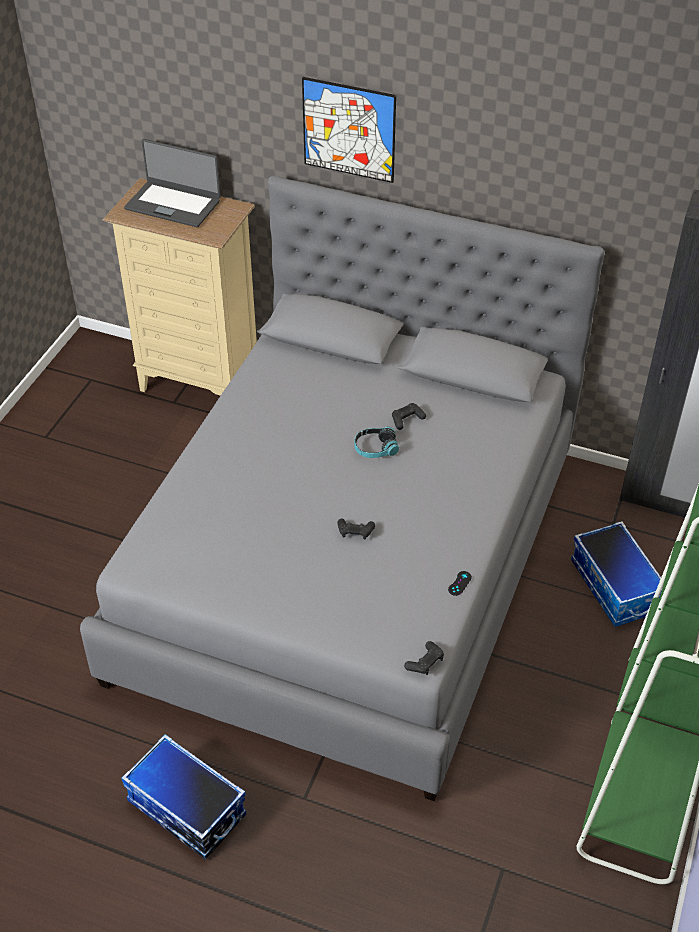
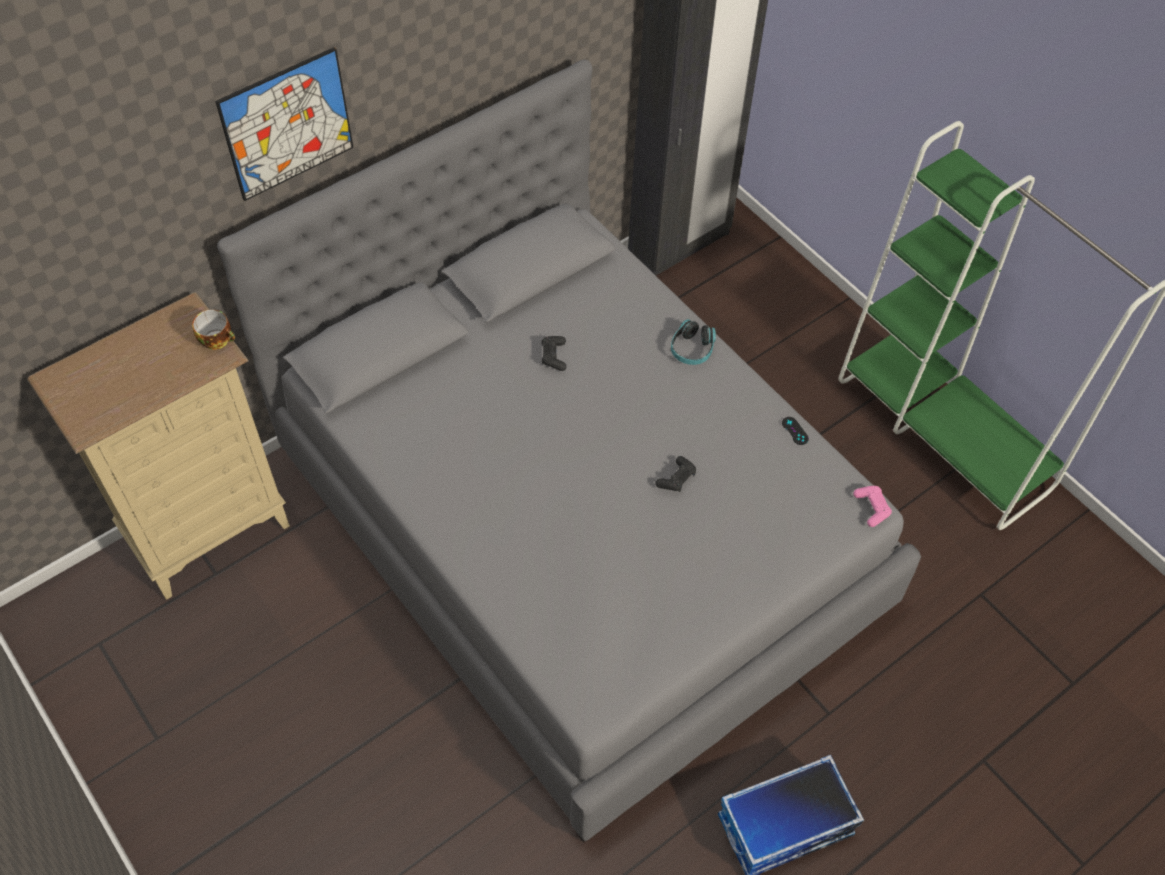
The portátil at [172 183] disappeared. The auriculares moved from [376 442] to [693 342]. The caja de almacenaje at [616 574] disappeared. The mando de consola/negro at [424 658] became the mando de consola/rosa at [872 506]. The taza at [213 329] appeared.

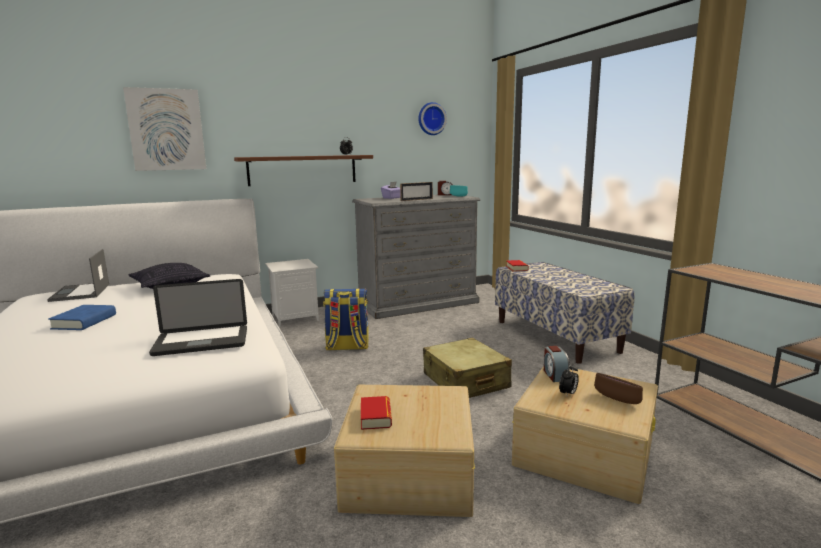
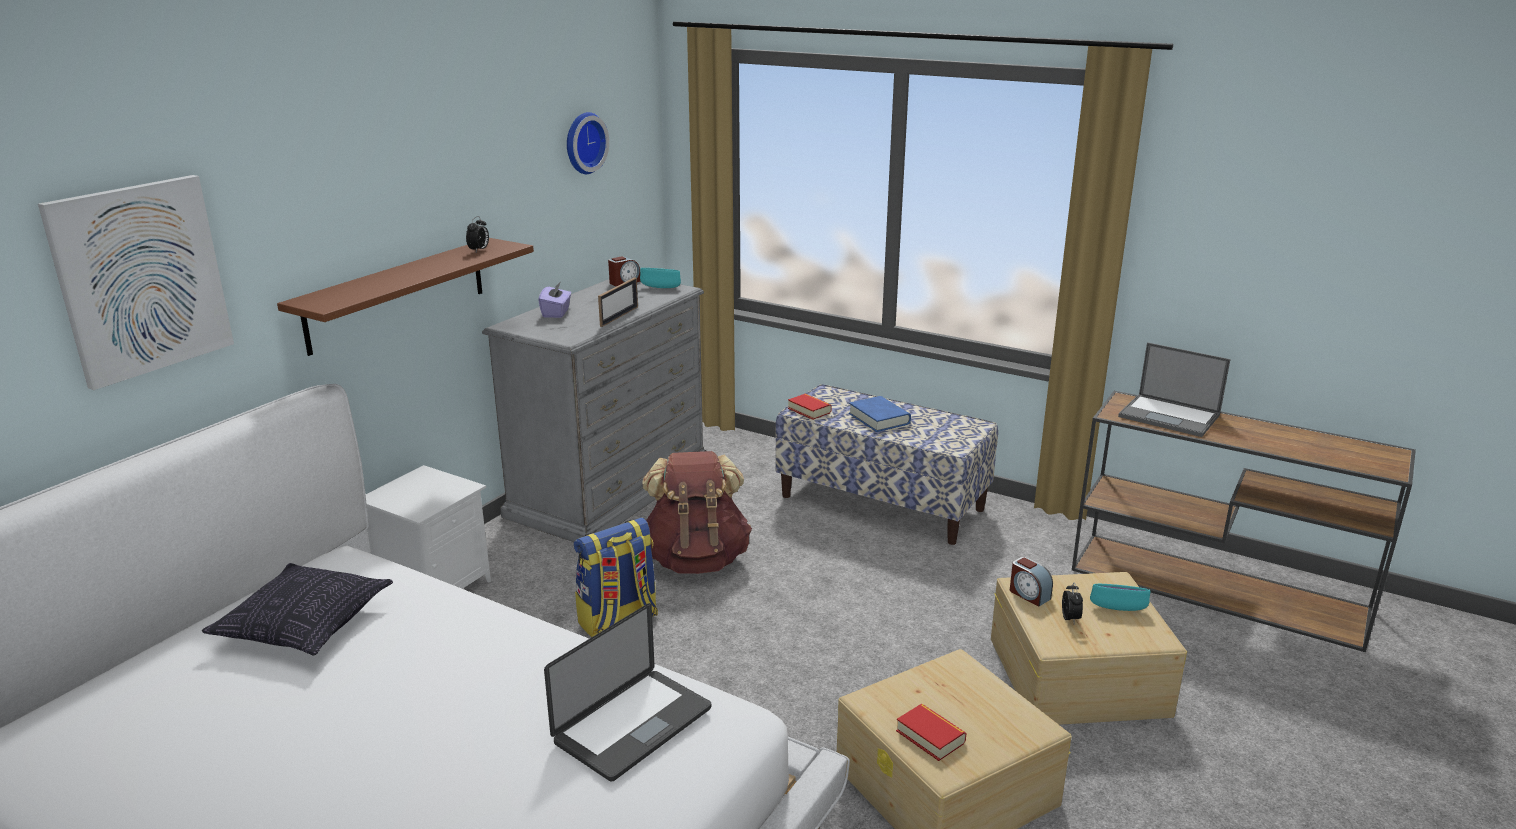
The portátil moved from [78 275] to [1174 389]. The libro/azul moved from [82 317] to [880 414]. The maleta/beis at [467 368] disappeared. The cuenco/marrón at [618 388] became the cuenco/turquesa at [1120 597]. The mochila/marrón at [697 512] appeared.

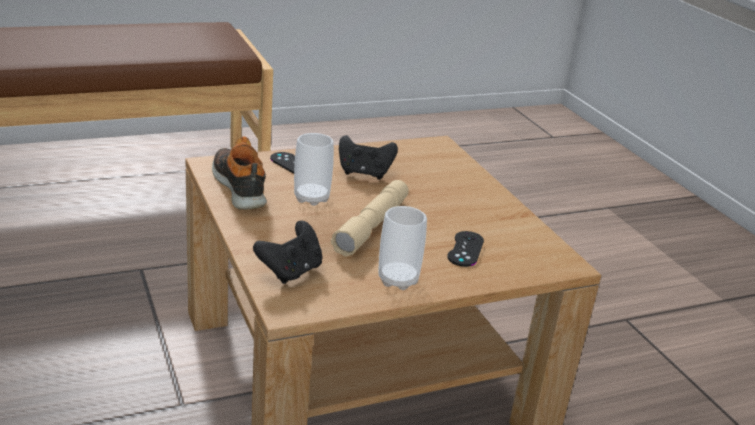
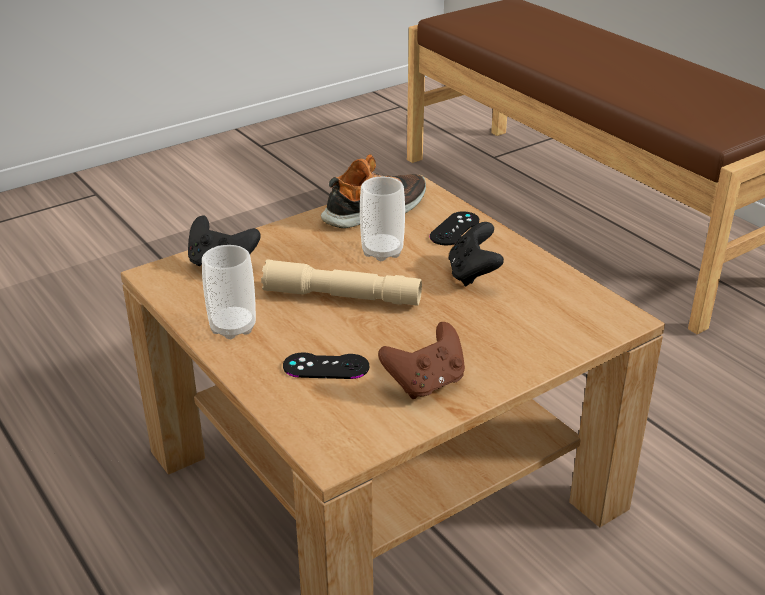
The mando de consola/marrón at [421 360] appeared.

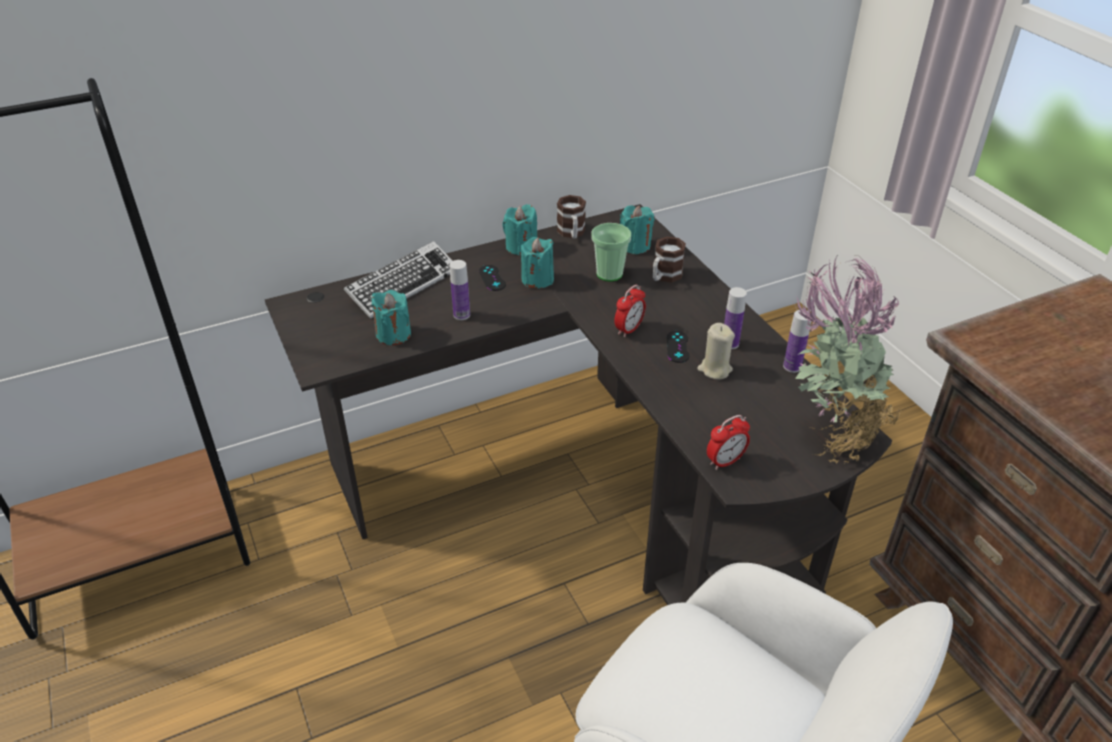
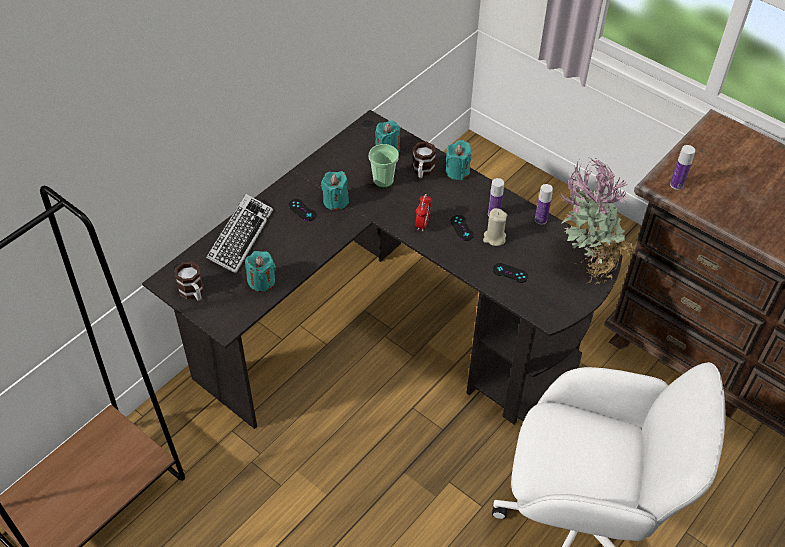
The taza grande moved from [571 217] to [189 281]. The vela/turquesa moved from [519 230] to [459 160]. The botella moved from [460 290] to [682 167]. The despertador at [728 442] disappeared. The mando de consola/negro at [510 273] appeared.

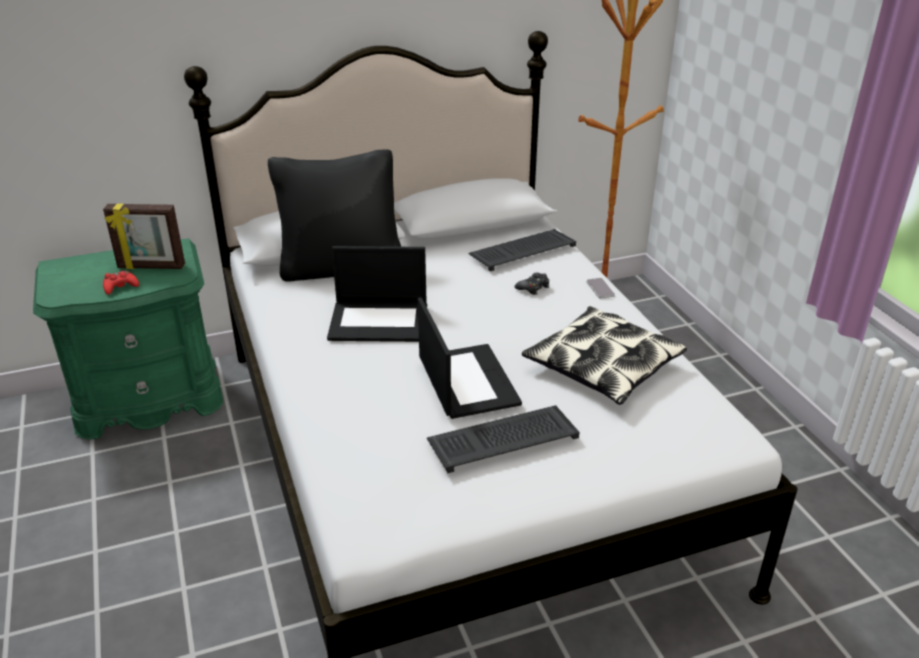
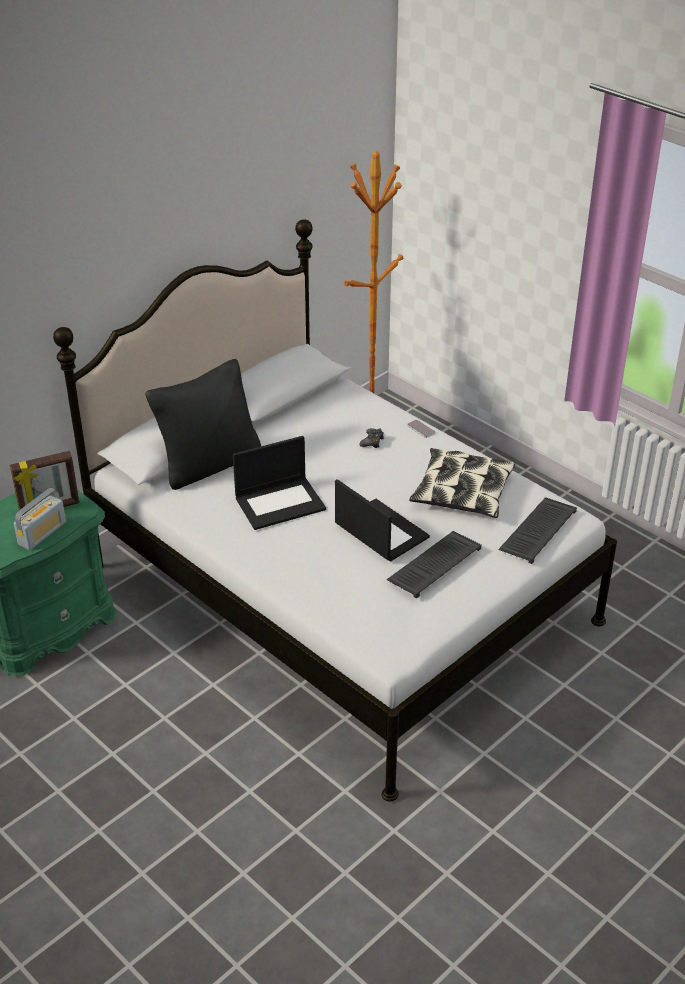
The teclado moved from [522 250] to [538 530]. The mando de consola/rojo at [121 282] was replaced by the radio at [40 519].

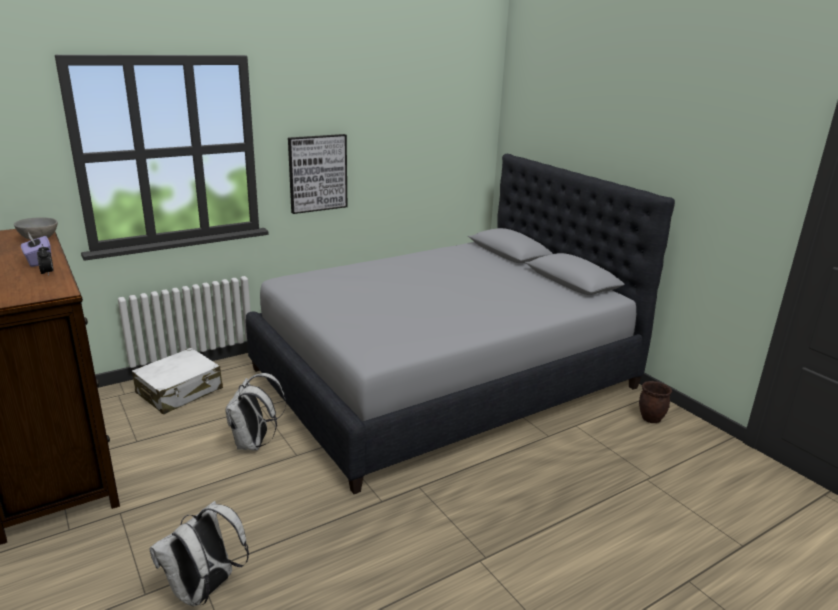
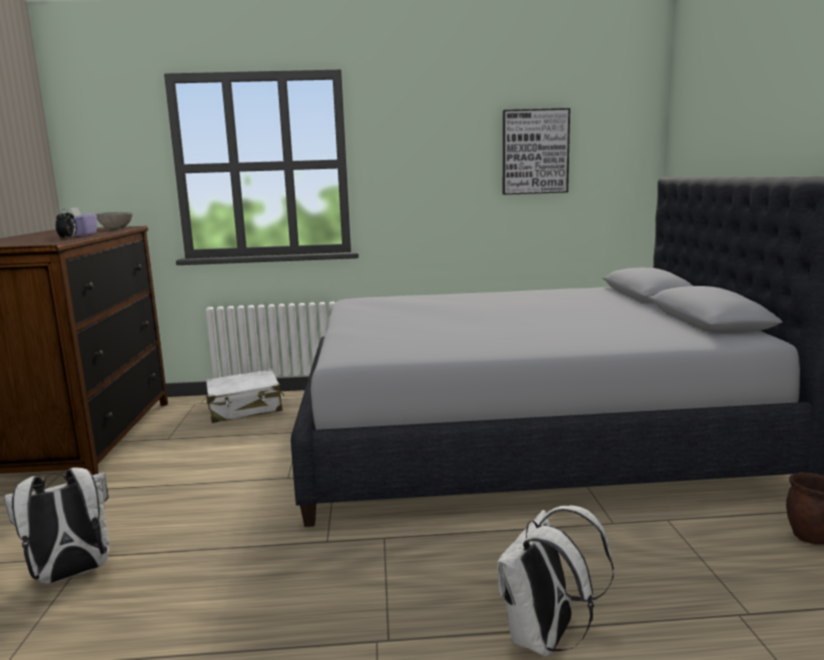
The cuadro moved from [317 174] to [536 151]. The mochila/blanco moved from [255 412] to [555 580].

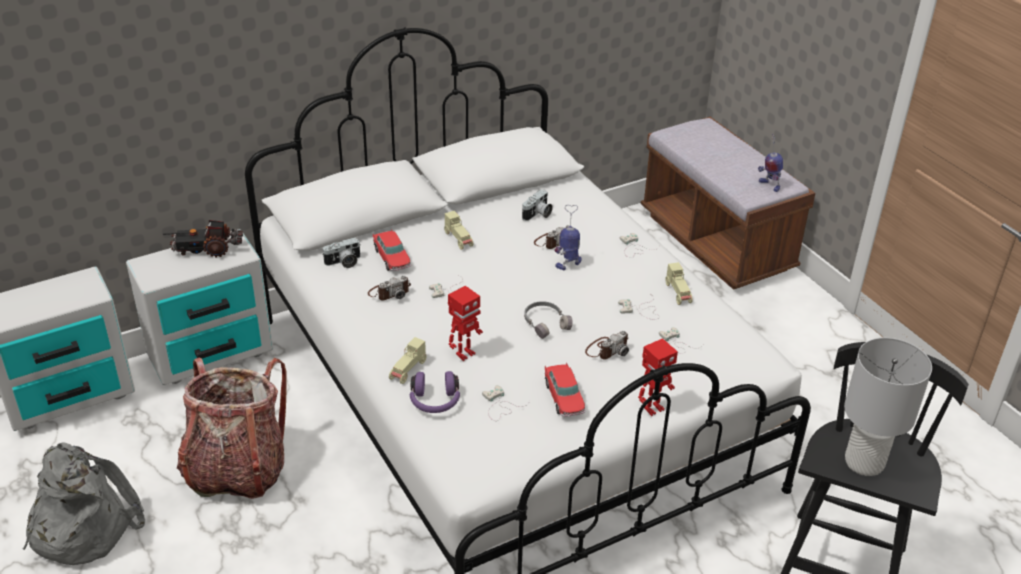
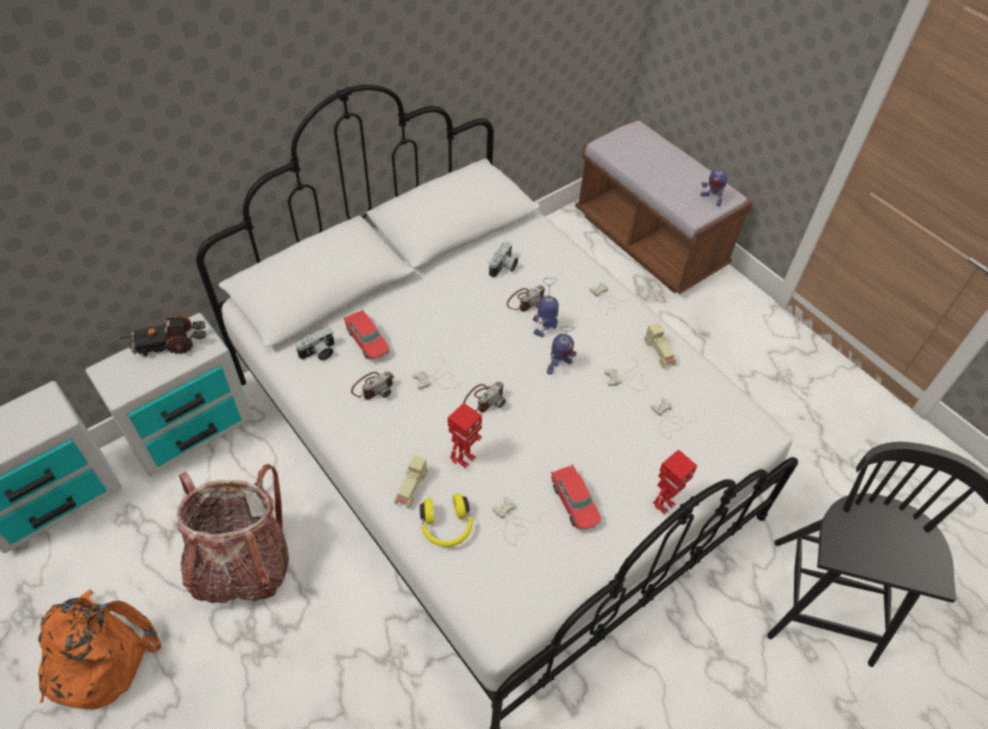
The coche de juguete/beis at [458 230] disappeared. The auriculares/gris at [548 320] disappeared. The cámara moved from [607 345] to [484 397]. The lámpara de mesa/gris at [888 407] disappeared. The auriculares/morado at [435 392] became the auriculares/amarillo at [446 520]. The mochila/gris at [84 504] became the mochila/naranja at [99 649]. The robot de juguete at [562 350] appeared.

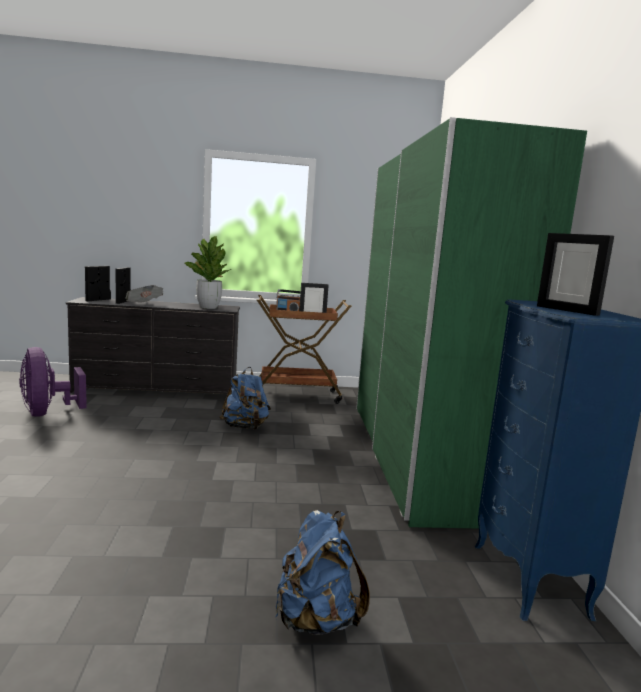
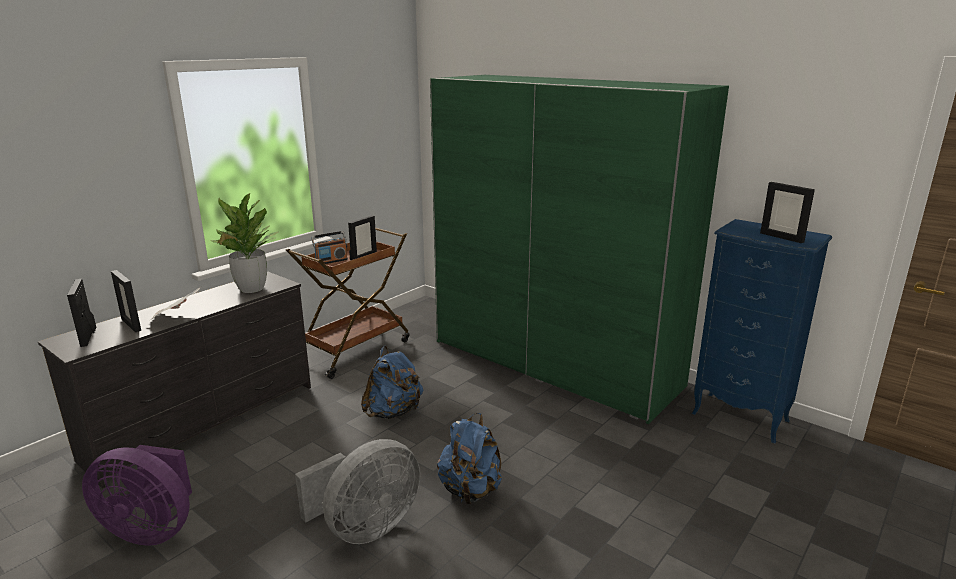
The portarretratos at [575 274] turned 45 degrees clockwise. The mochila/azul moved from [322 572] to [469 458]. The ventilador/gris at [357 491] appeared.

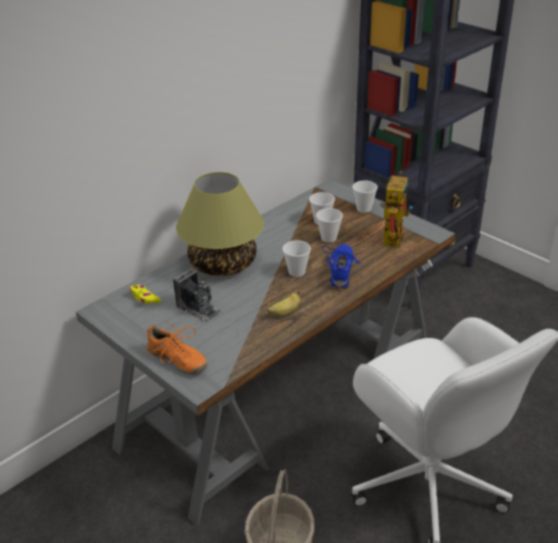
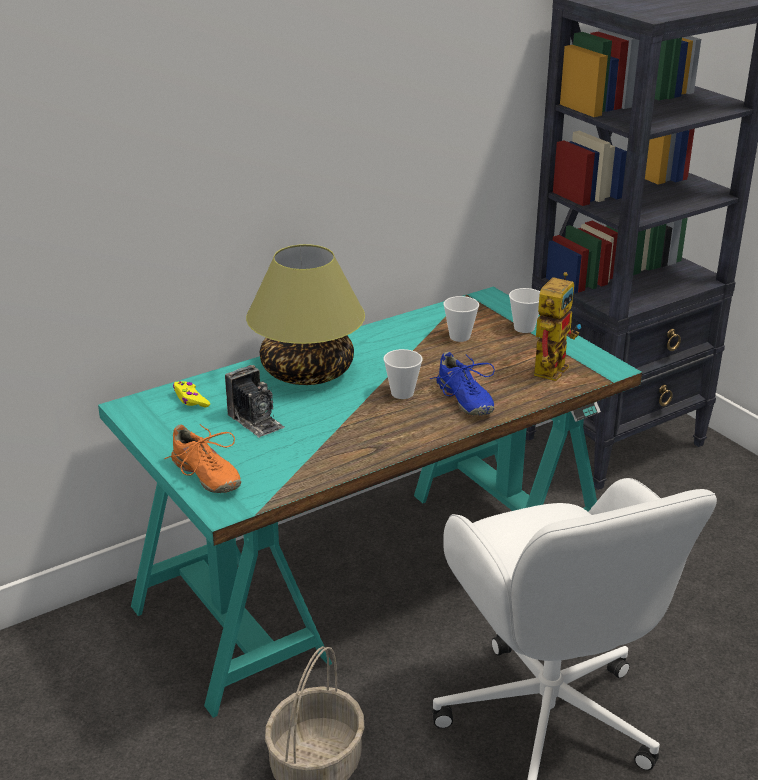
The escritorio/gris at [265 352] became the escritorio/turquesa at [370 502]. The taza at [329 225] disappeared. The zapato/azul at [343 266] turned 135 degrees clockwise. The plátano at [284 304] disappeared.

